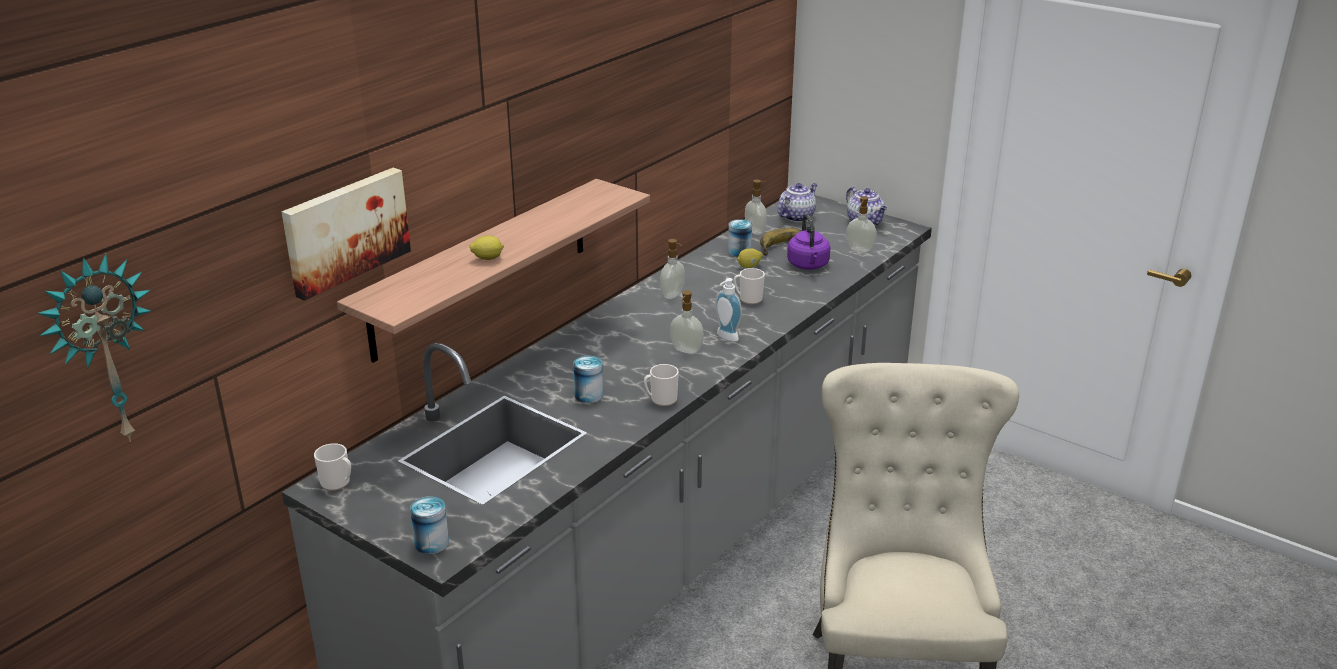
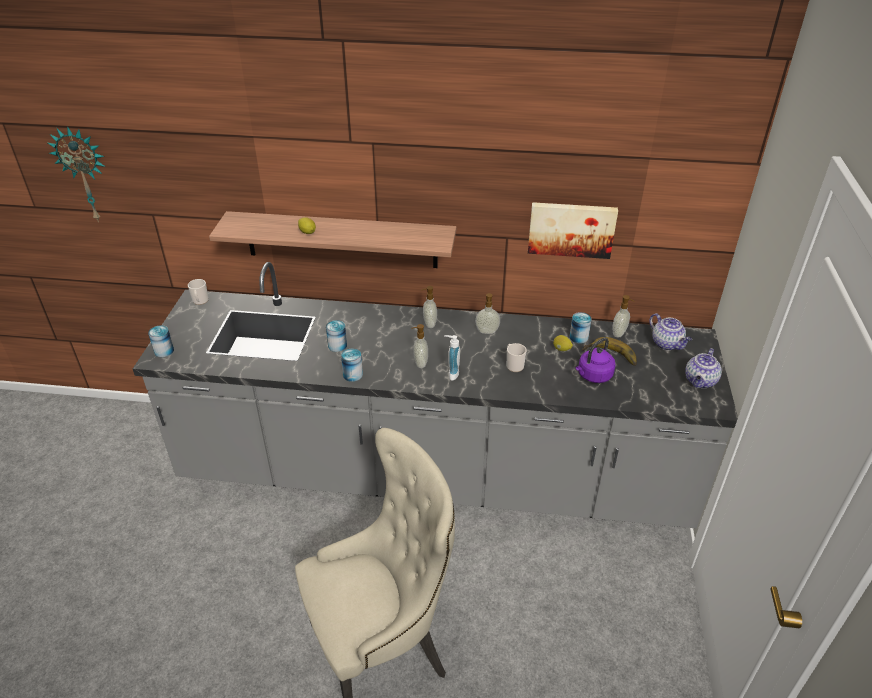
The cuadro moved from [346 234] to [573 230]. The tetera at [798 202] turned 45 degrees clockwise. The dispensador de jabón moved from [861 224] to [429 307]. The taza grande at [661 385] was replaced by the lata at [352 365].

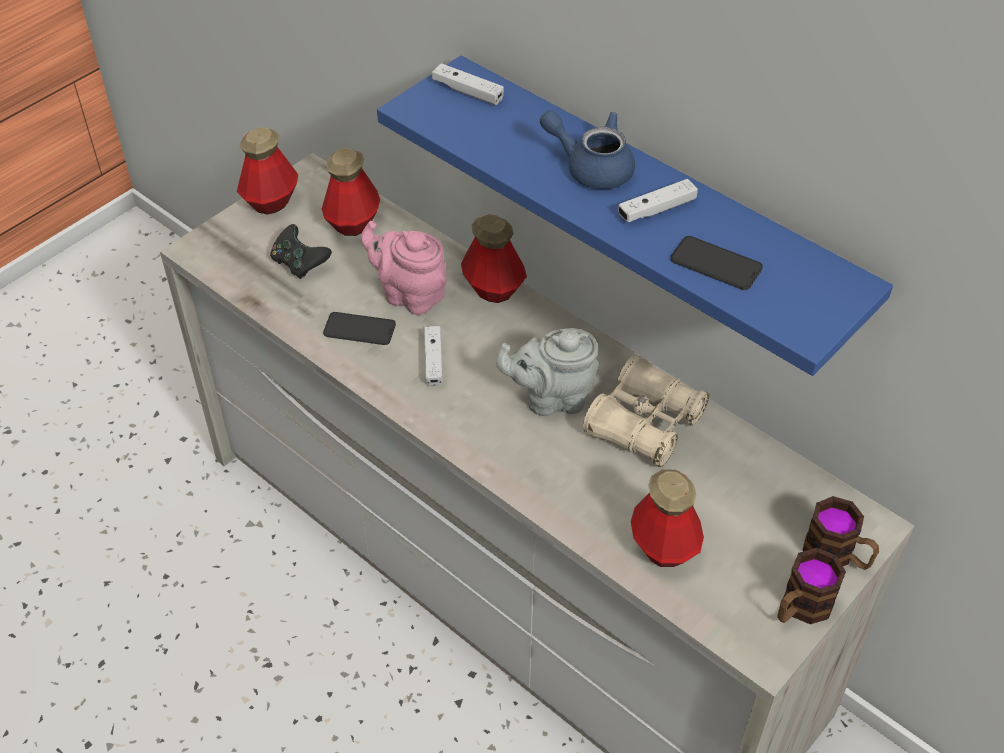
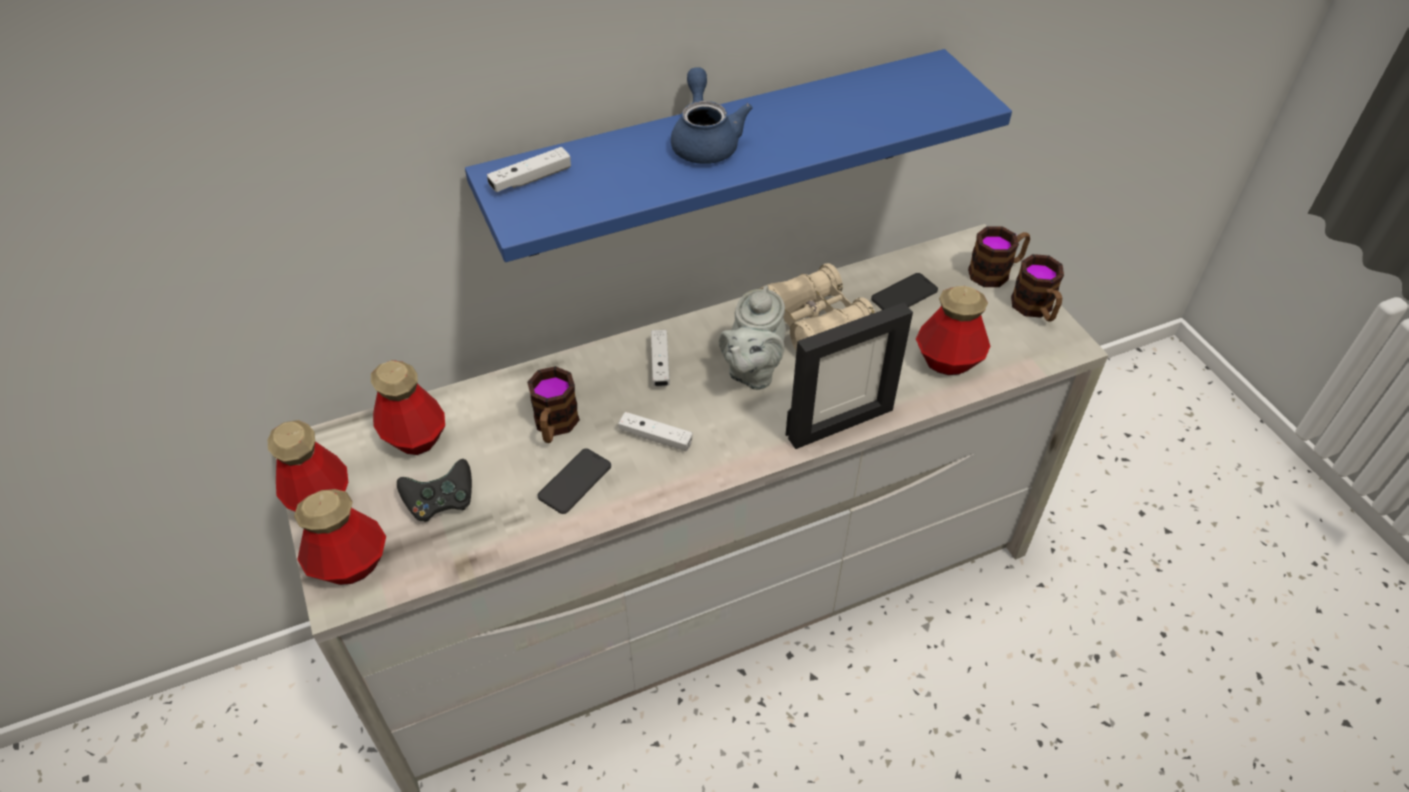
The tetera/azul at [587 149] turned 120 degrees clockwise. The mando de consola/blanco moved from [658 200] to [660 358]. The botella moved from [494 258] to [340 537]. The tetera/rosa at [404 268] was replaced by the taza grande at [553 404]. The móvil moved from [716 263] to [904 291]. The portarretratos at [849 375] appeared.

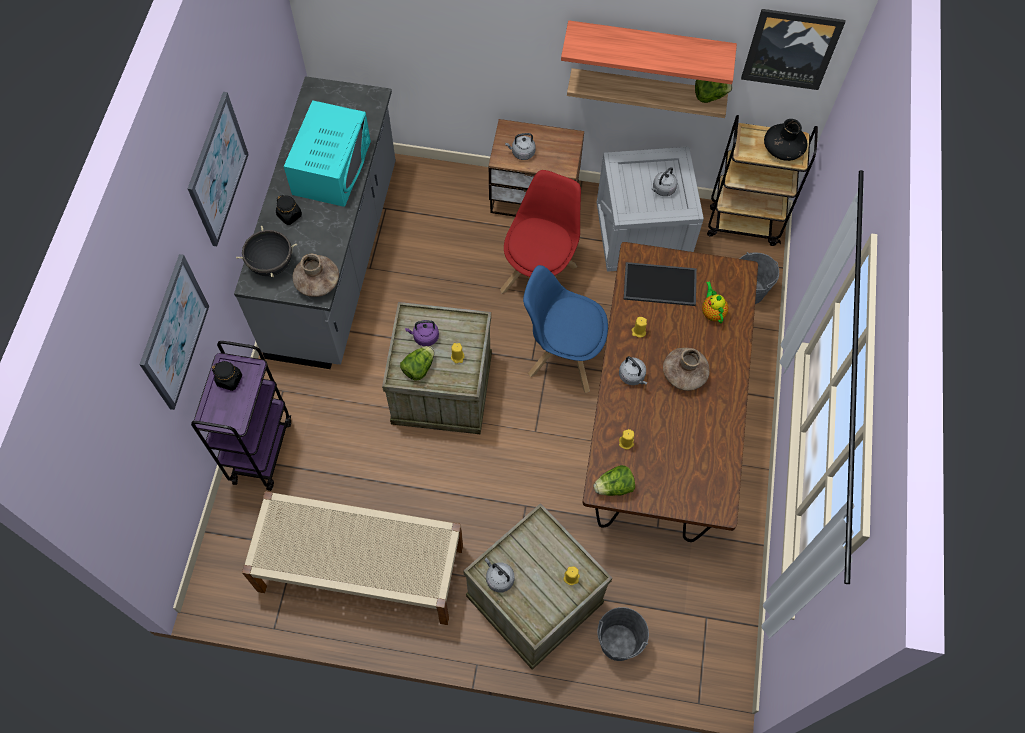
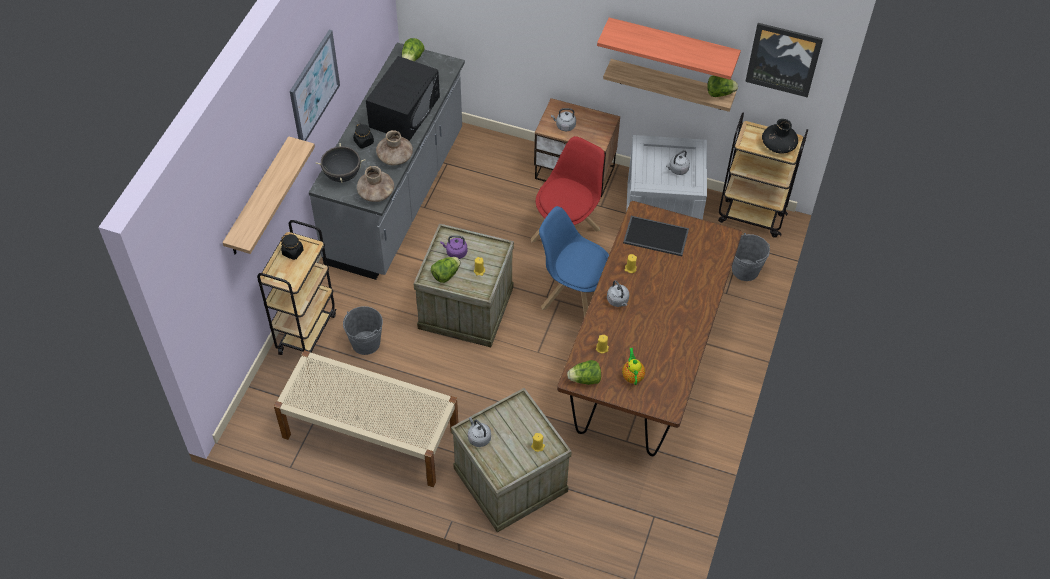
The microondas/turquesa at [327 153] became the microondas/negro at [403 98]. The cuadro at [174 332] was replaced by the estante at [268 195]. The tetera moved from [715 302] to [633 366]. The carrito/morado at [241 416] became the carrito/marrón at [296 287]. The florero/marrón moved from [686 369] to [394 148]. The cubo/gris moved from [623 634] to [363 330]. The lechuga at [413 50] appeared.

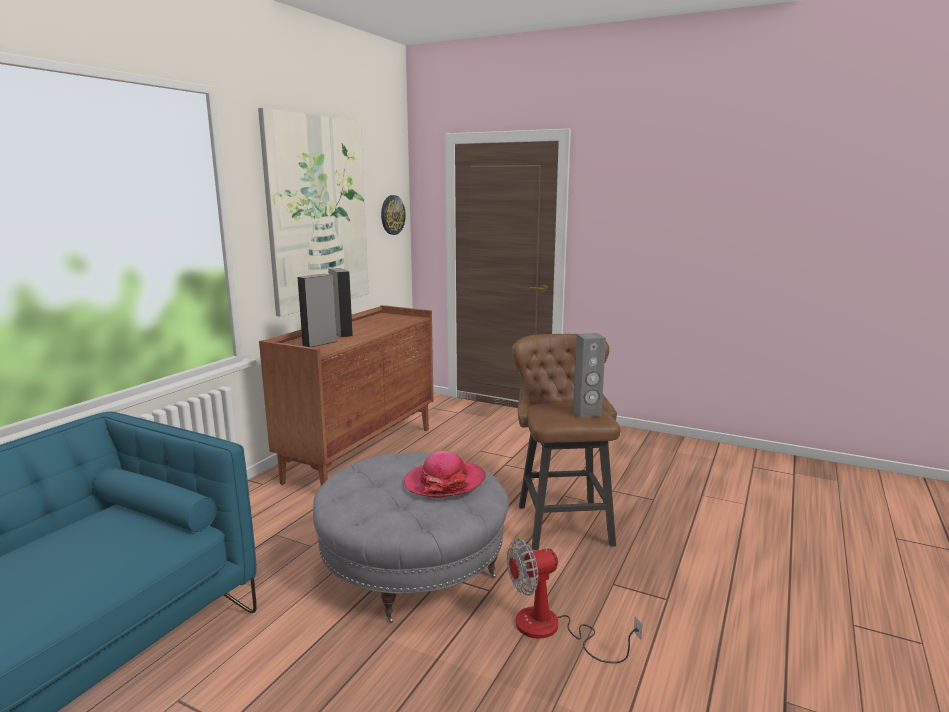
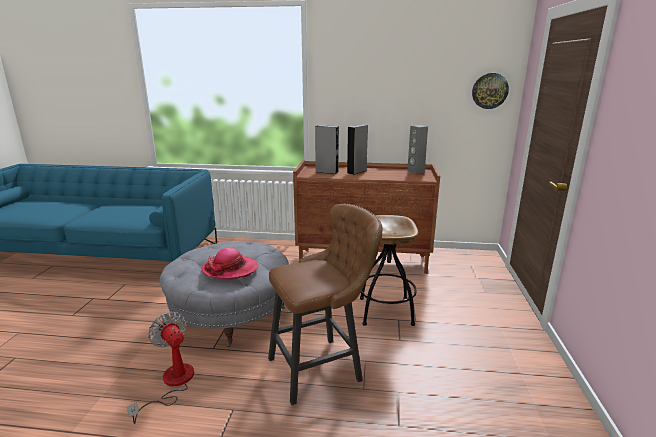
The cuadro at [313 212] disappeared. The altavoz/gris moved from [589 375] to [417 149]. The taburete/marrón at [389 270] appeared.

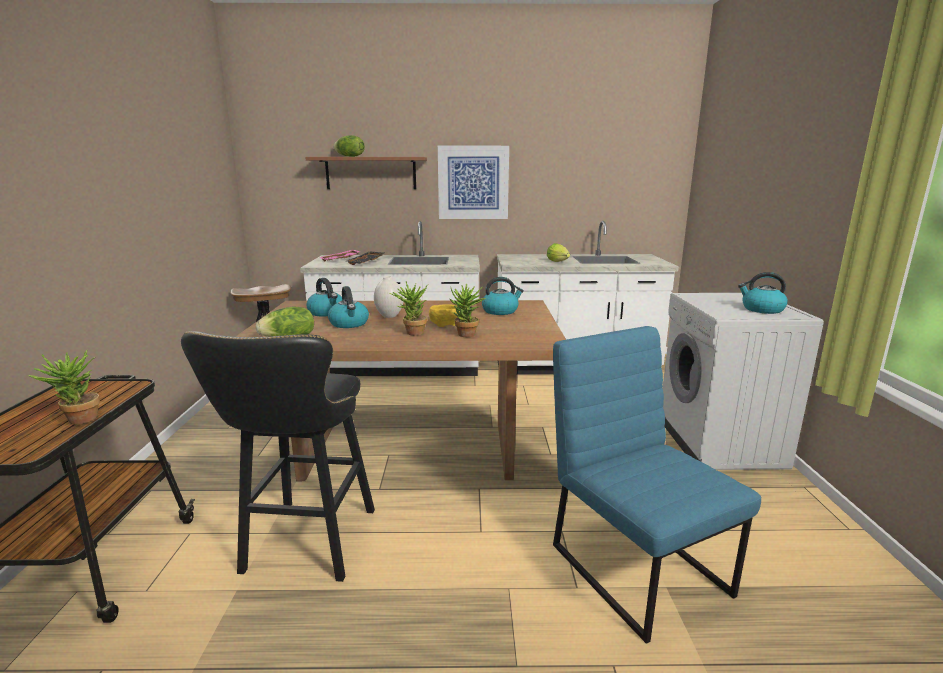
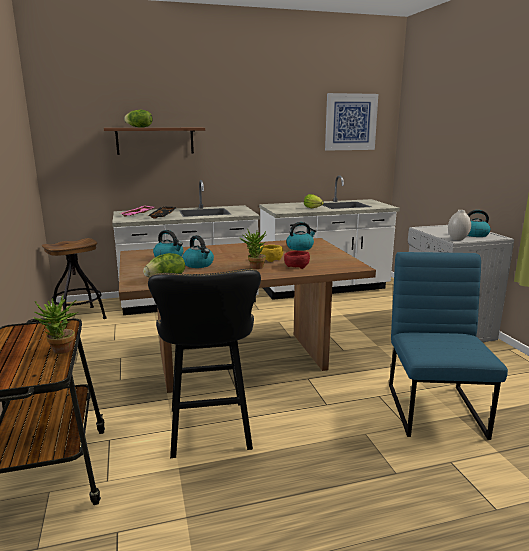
The cuadro moved from [473 182] to [351 122]. The florero/blanco moved from [389 297] to [459 225]. The planta en maceta at [467 310] was replaced by the cuenco/rojo at [297 260]. The silla/azul at [657 485] turned 45 degrees clockwise.

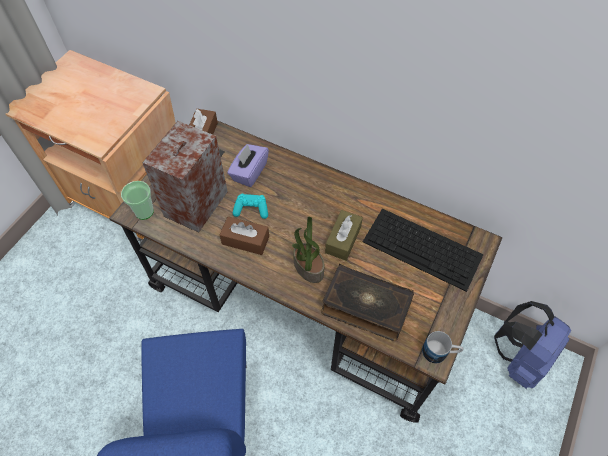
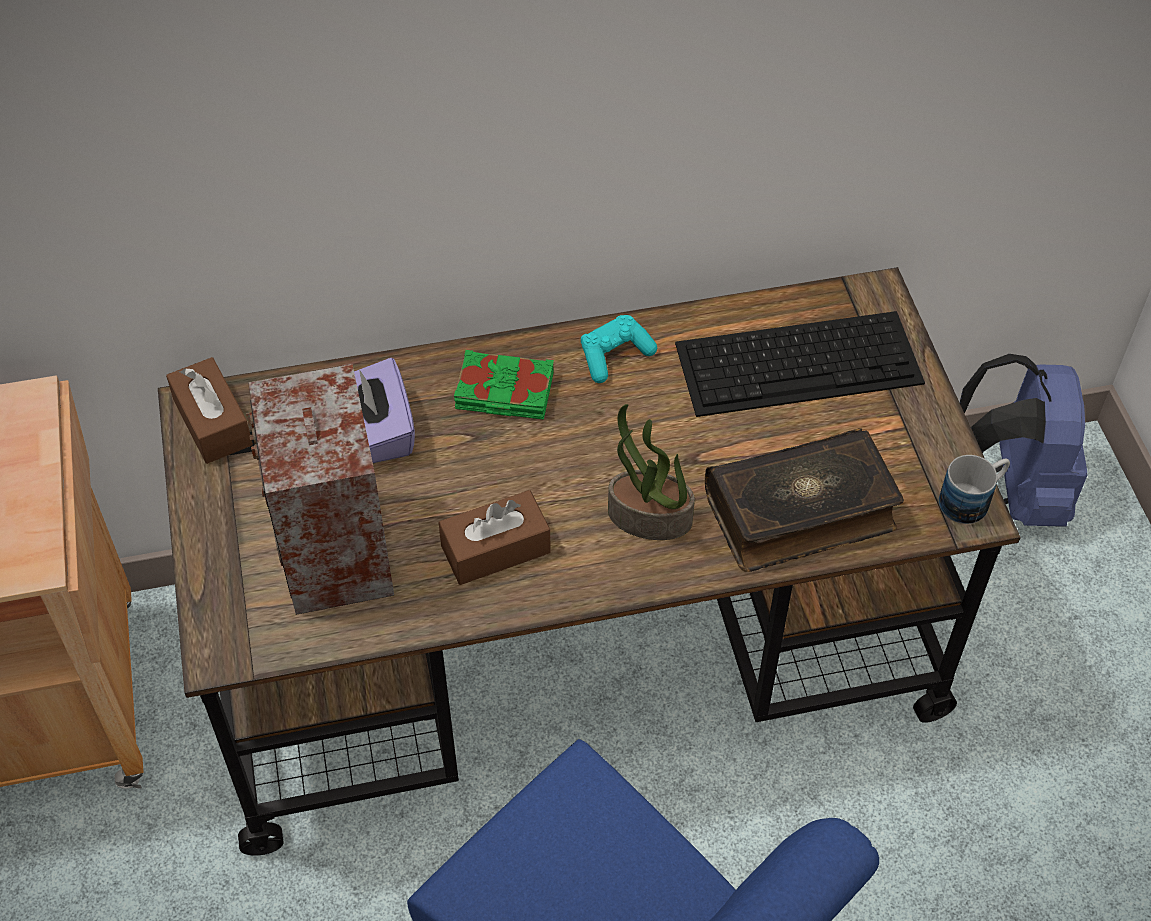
The taza at [137 200] disappeared. The mando de consola/turquesa moved from [250 206] to [619 349]. The caja de pañuelos/marrón at [344 235] disappeared. The libro/verde at [504 385] appeared.

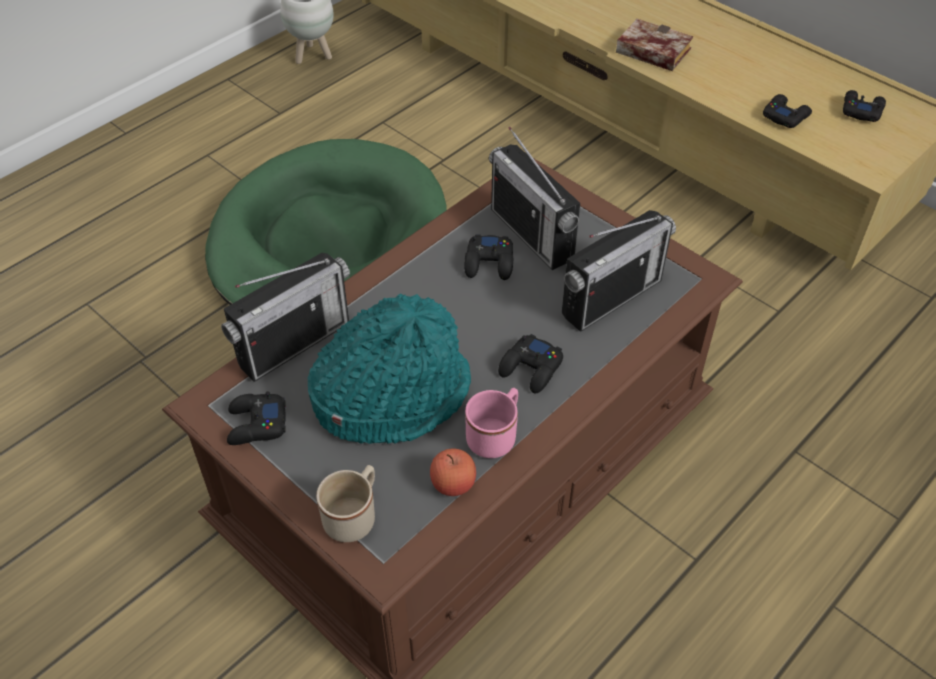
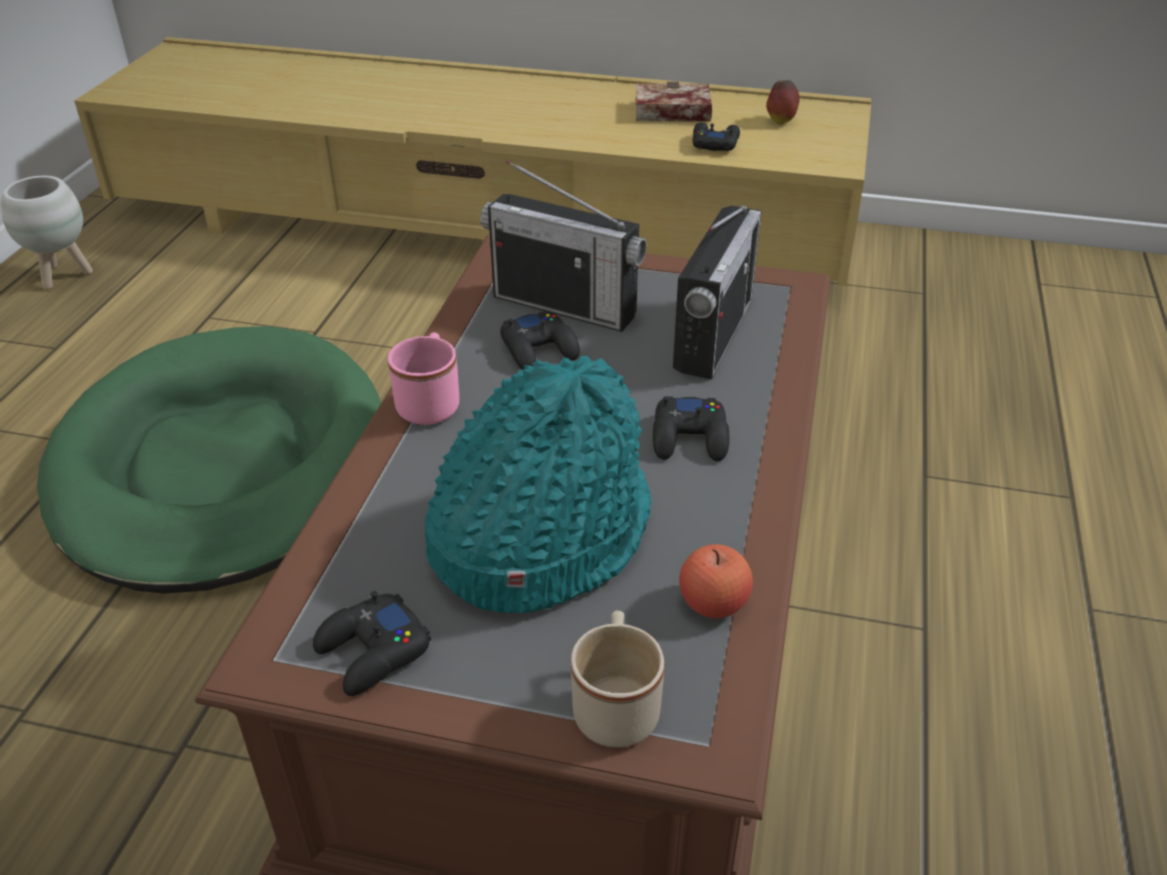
The libro moved from [654 45] to [674 102]. The mando de consola/negro at [864 106] was replaced by the manzana at [783 102]. The radio at [285 317] disappeared. The taza grande/rosa moved from [491 423] to [423 378].

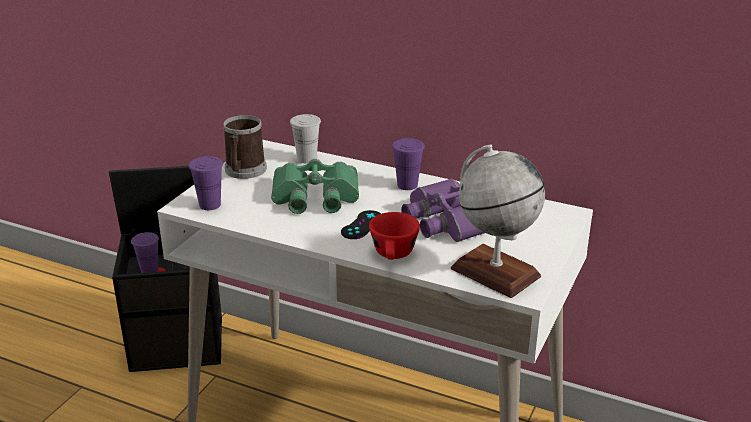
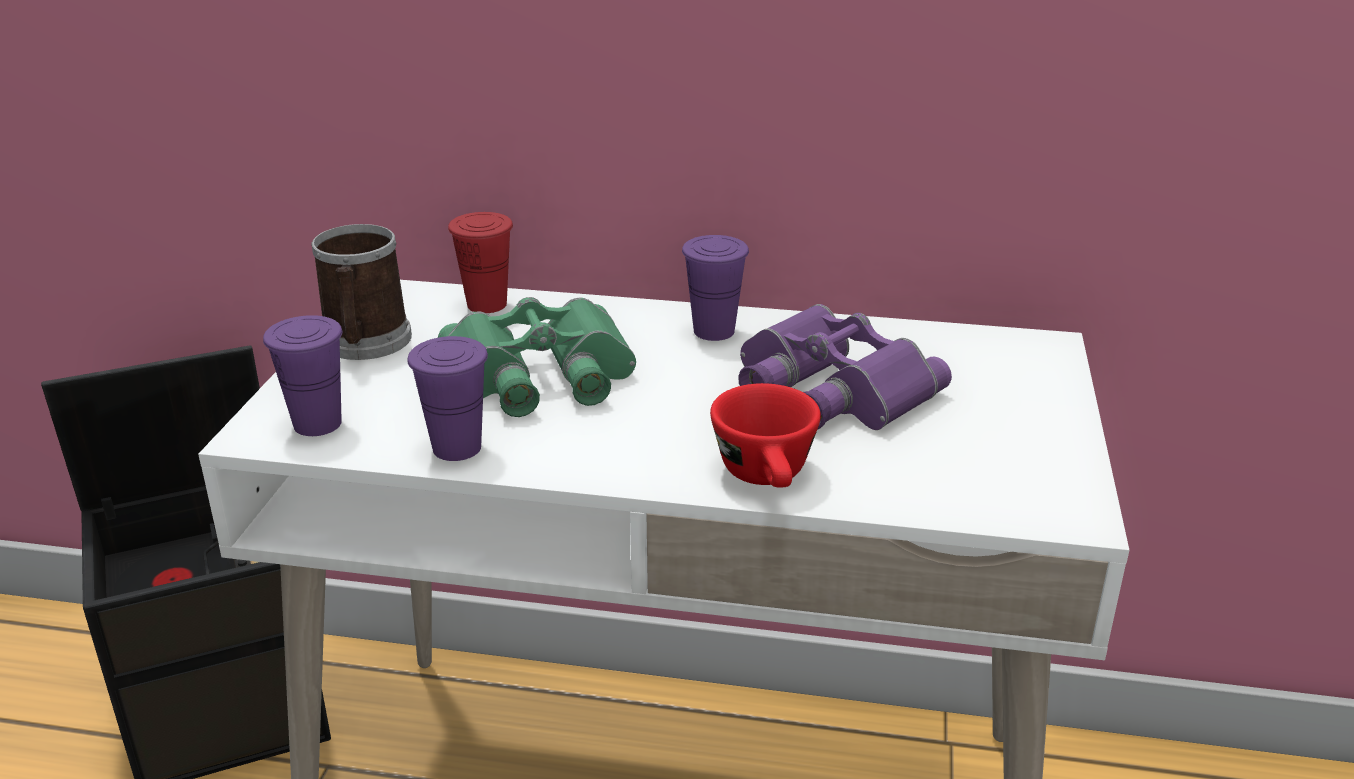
The taza/blanco at [305 139] became the taza/rojo at [480 262]. The globo terráqueo at [498 221] disappeared. The mando de consola/negro at [361 224] disappeared. The taza/morado moved from [145 252] to [448 398].

